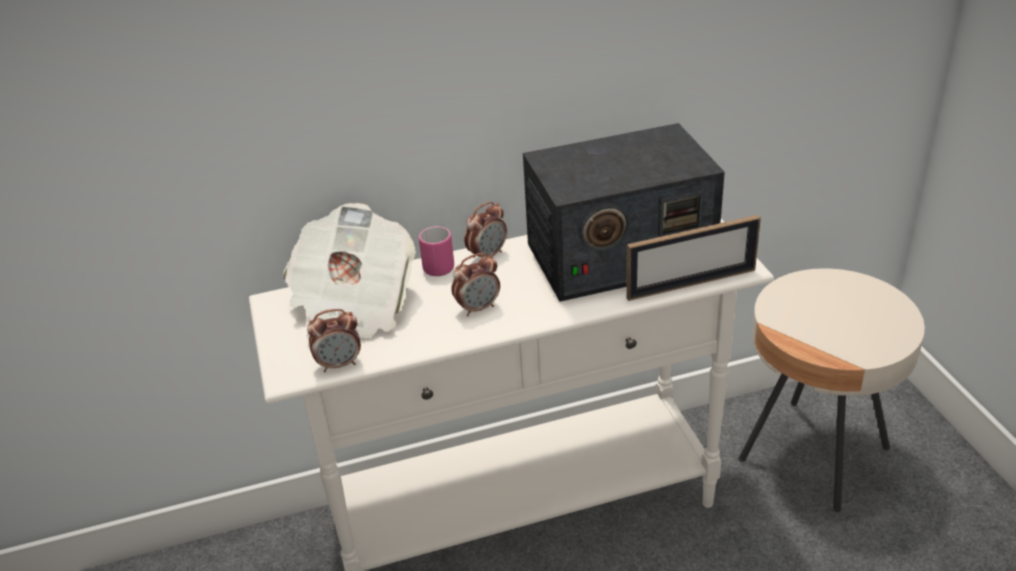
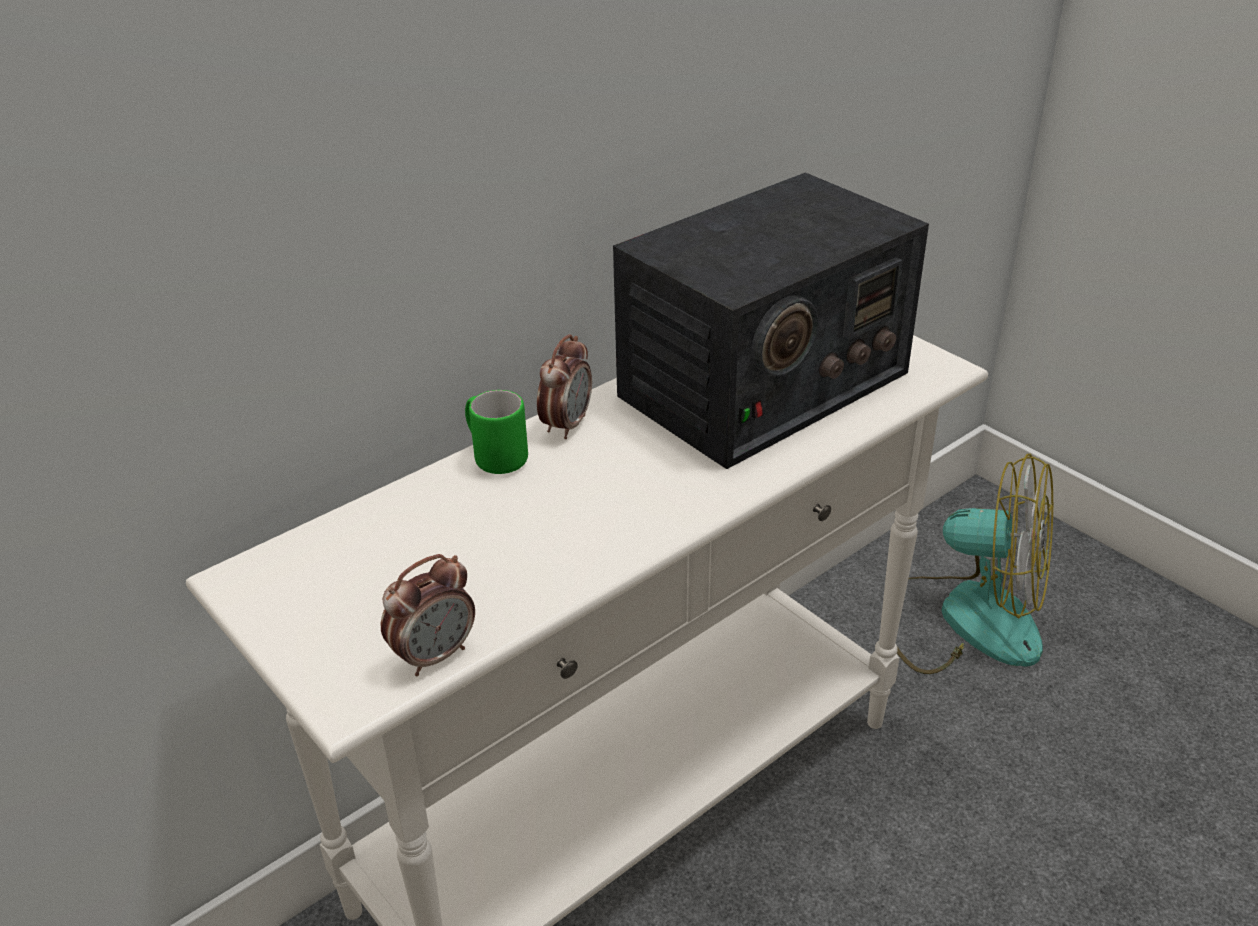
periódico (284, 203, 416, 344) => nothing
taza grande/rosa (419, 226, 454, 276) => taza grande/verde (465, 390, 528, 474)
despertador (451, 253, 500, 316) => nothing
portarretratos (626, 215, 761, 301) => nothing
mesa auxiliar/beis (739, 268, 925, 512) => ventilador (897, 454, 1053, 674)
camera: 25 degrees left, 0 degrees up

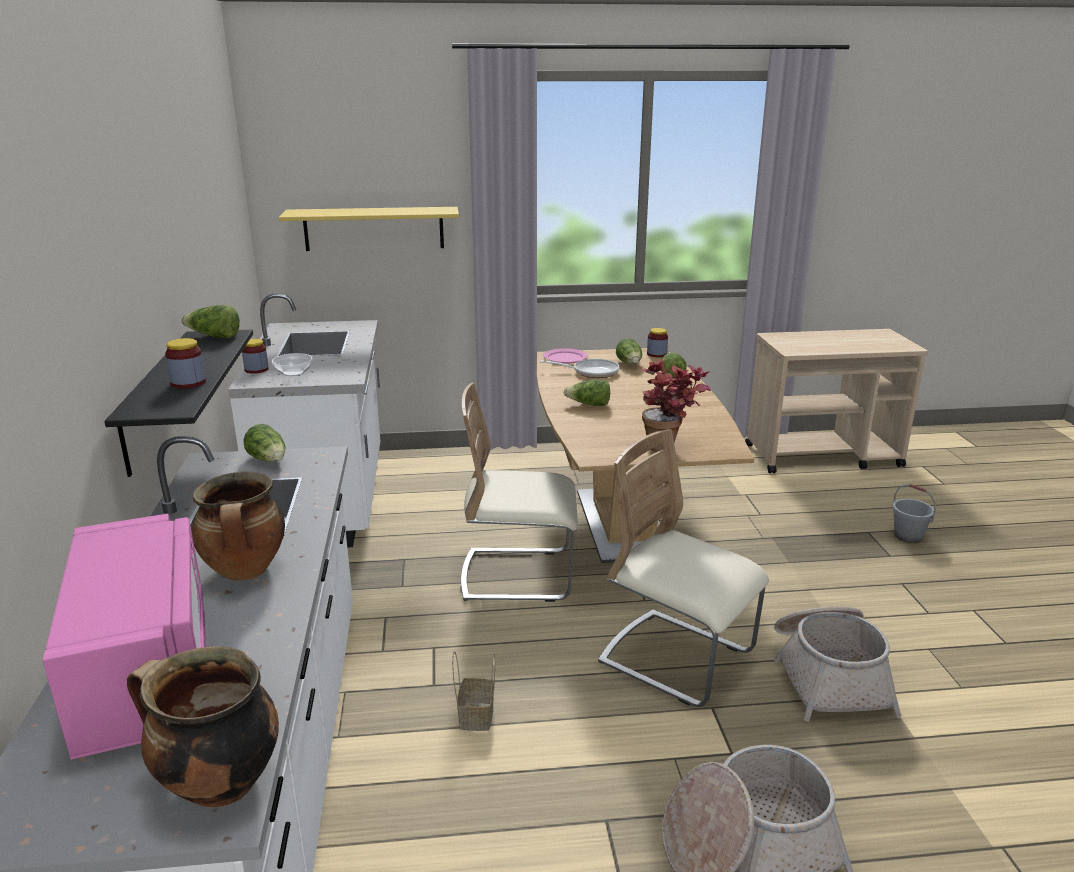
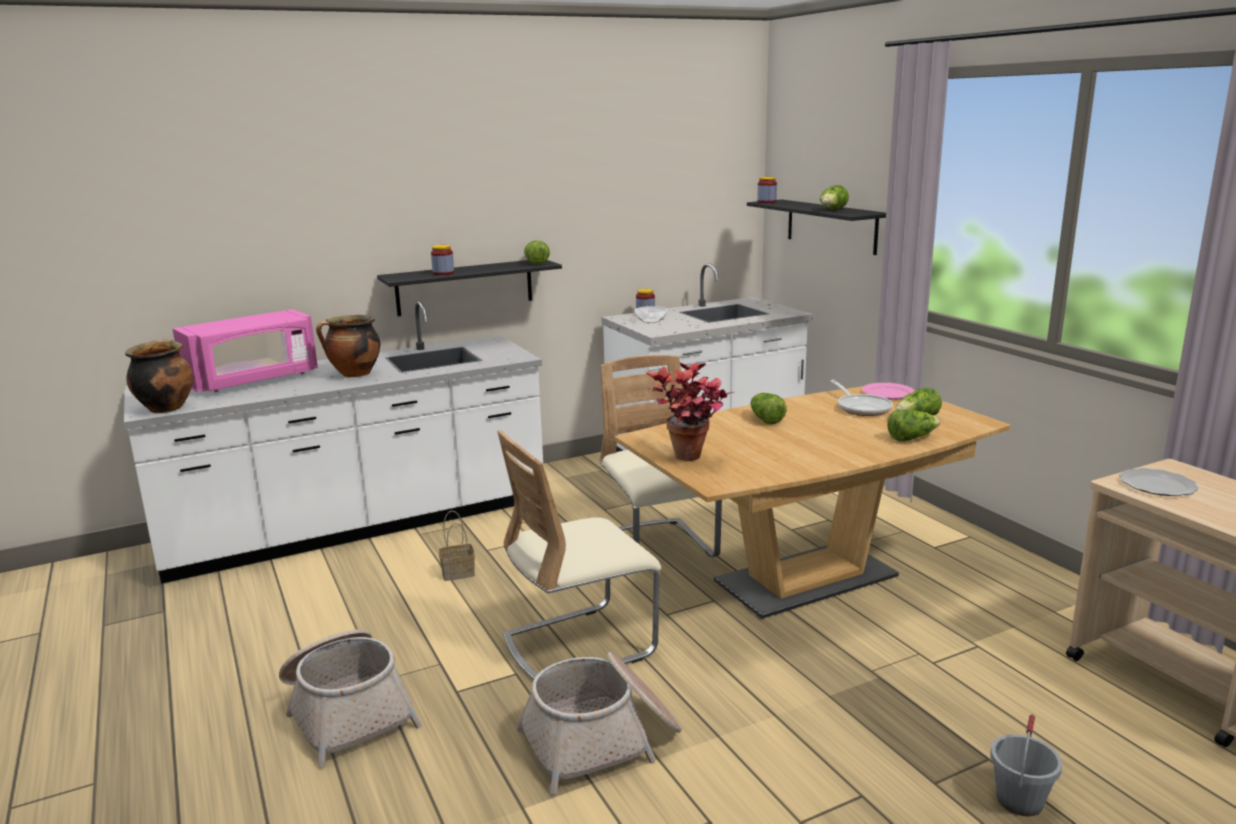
lechuga (243, 424, 286, 462) => lechuga (820, 185, 849, 210), shifted
estante/amarillo (278, 207, 459, 251) => estante/negro (747, 199, 886, 255)
silla/beis (598, 429, 769, 707) => silla/beis (497, 430, 661, 680), 135 degrees counterclockwise
tarro (647, 328, 668, 358) => tarro (757, 177, 777, 203), shifted
nothing => plato (1119, 468, 1199, 496)
camera: 70 degrees right, 5 degrees down

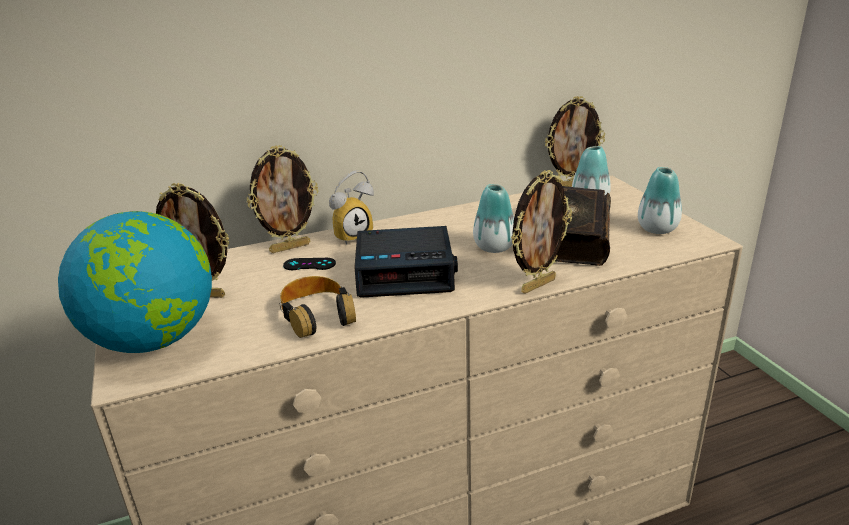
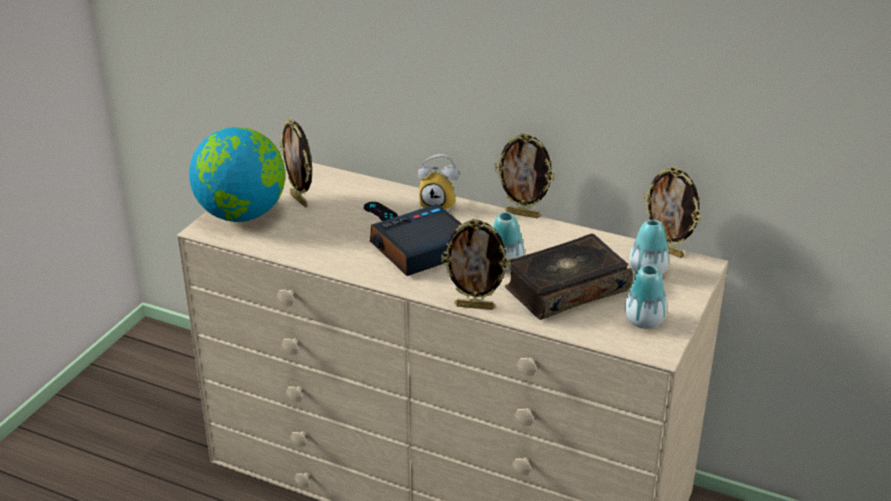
portarretratos (247, 145, 318, 253) => portarretratos (495, 133, 555, 218), shifted
auriculares (279, 276, 356, 338) => nothing
despertador (355, 226, 458, 298) => despertador (370, 204, 462, 276), 105 degrees clockwise
camera: 45 degrees right, 5 degrees up

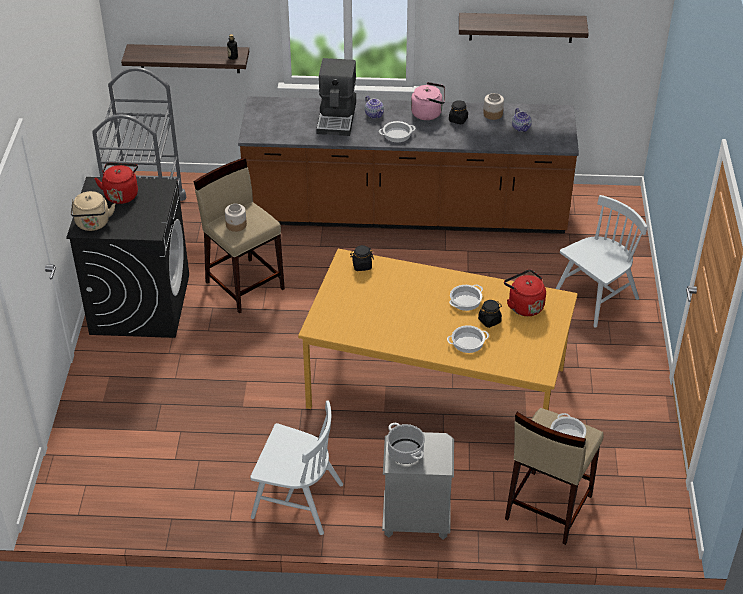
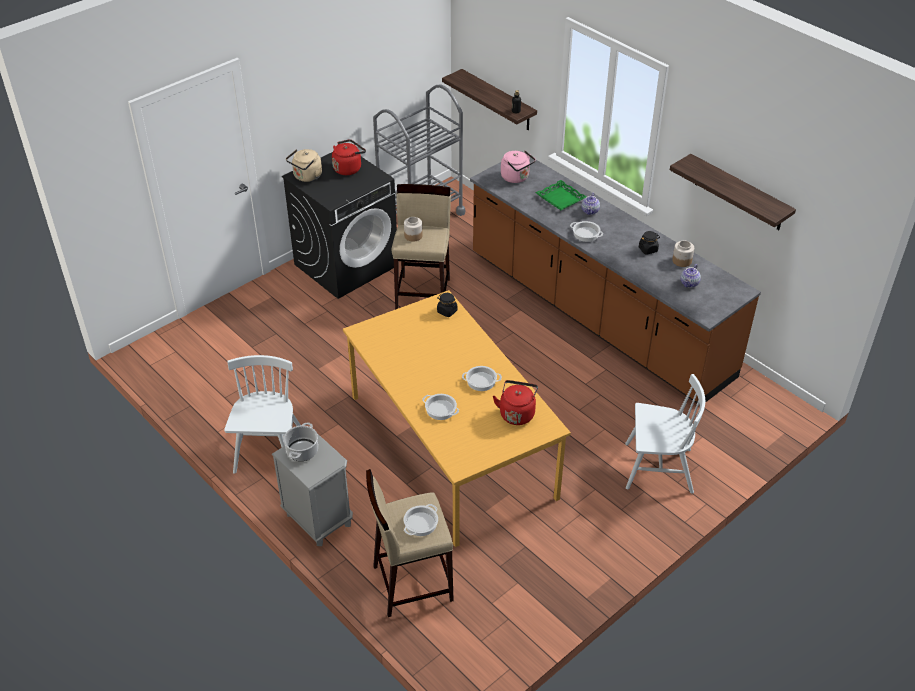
silla/blanco (250, 401, 343, 535) => silla/blanco (224, 355, 301, 474), 150 degrees counterclockwise
cafetera (316, 58, 356, 136) => bandeja/verde (535, 180, 587, 210)
hervidor/rosa (411, 82, 445, 120) => hervidor/rosa (501, 151, 536, 183), shifted
tarro/negro (478, 300, 502, 328) => nothing
camera: 45 degrees right, 0 degrees up

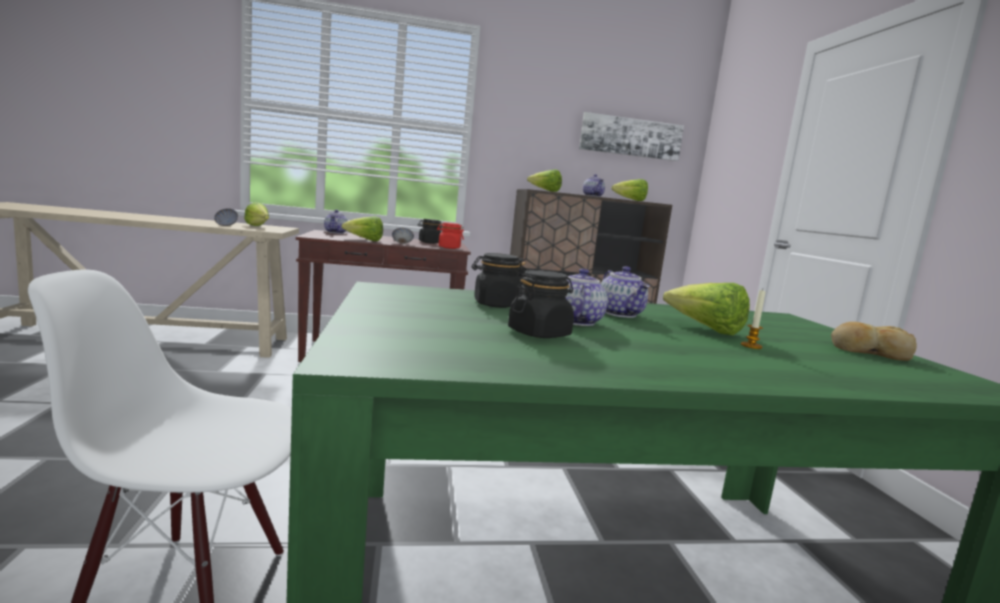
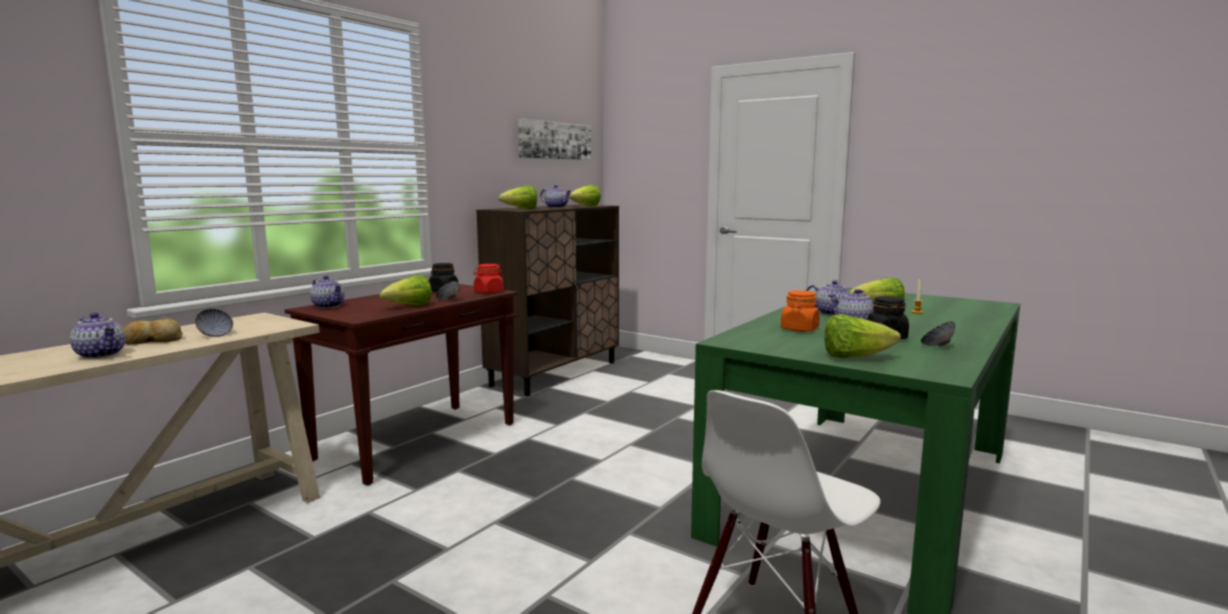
lechuga (244, 202, 269, 226) => lechuga (824, 314, 901, 359), shifted
tarro/negro (471, 253, 526, 308) => tarro/naranja (781, 290, 820, 332)
pan (831, 322, 917, 361) => pan (123, 318, 183, 345), shifted
nothing => tetera (70, 313, 126, 359)
nothing => cuenco (921, 321, 955, 346)
camera: 45 degrees left, 0 degrees up

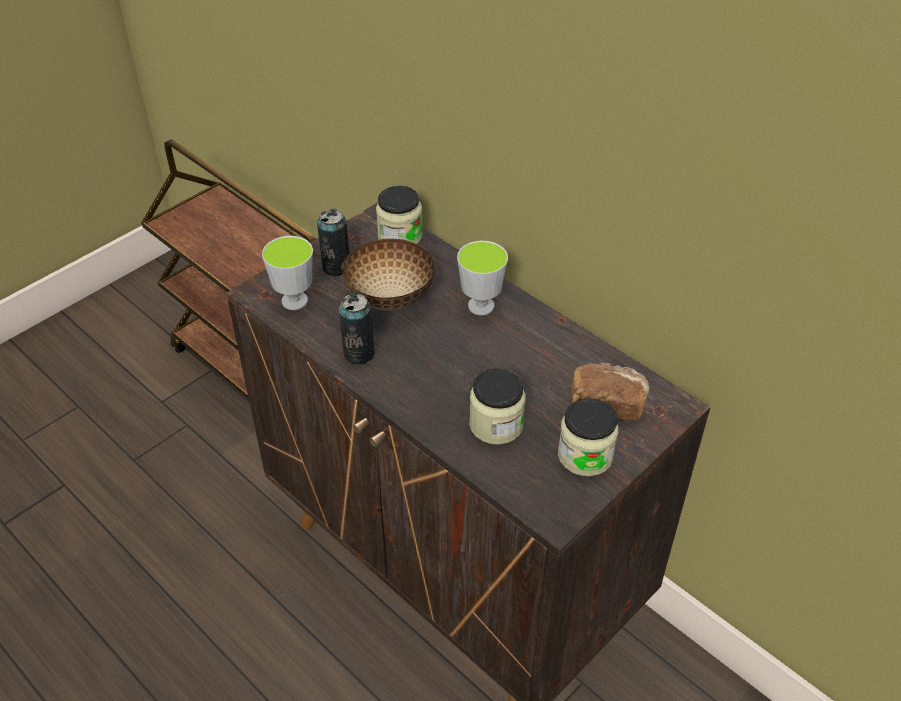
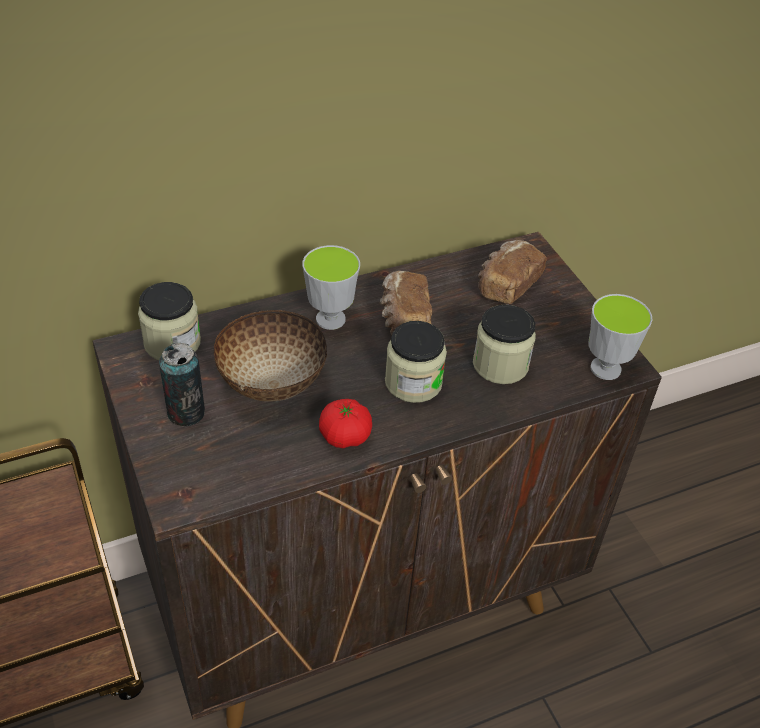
taza (262, 236, 313, 310) => taza (589, 294, 652, 380), shifted
lata (339, 293, 375, 365) => tomate (319, 399, 372, 448)
tarro (558, 398, 618, 476) => tarro (385, 321, 447, 403), shifted
nothing => pan (380, 271, 432, 336)
camera: 70 degrees left, 0 degrees up

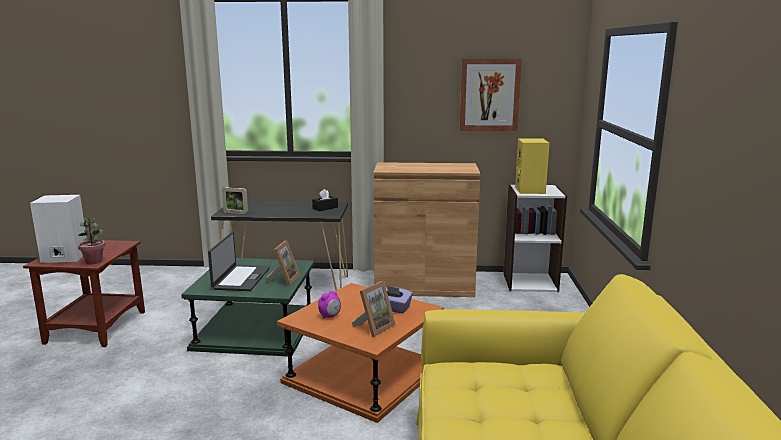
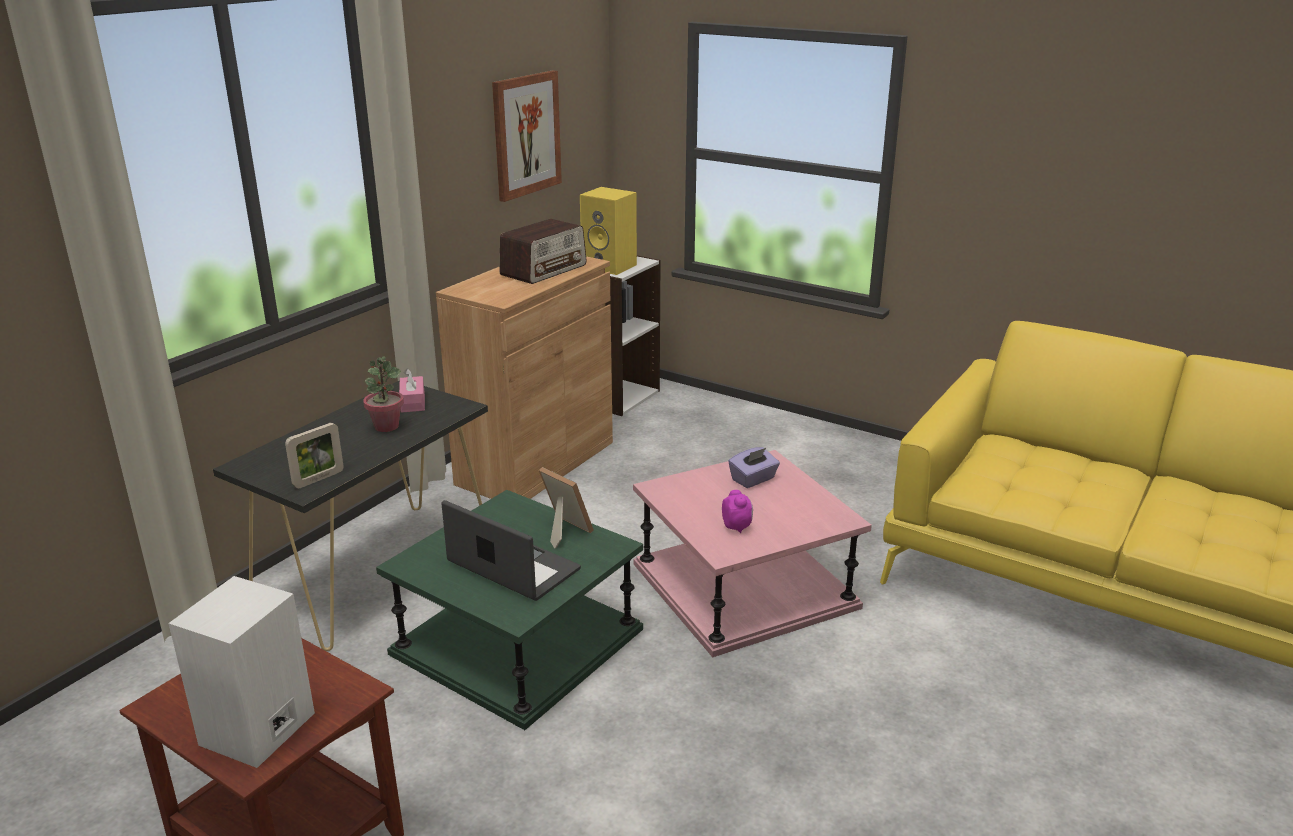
planta en maceta (78, 218, 105, 265) => planta en maceta (363, 357, 404, 432), shifted
mesa auxiliar/naranja (277, 283, 444, 423) => mesa auxiliar/rosa (633, 450, 872, 657)
caja de pañuelos/negro (312, 189, 338, 211) => caja de pañuelos/rosa (399, 369, 425, 412)
portarretratos (352, 281, 396, 337) => nothing
nothing => radio (499, 219, 587, 284)
camera: 60 degrees left, 10 degrees up

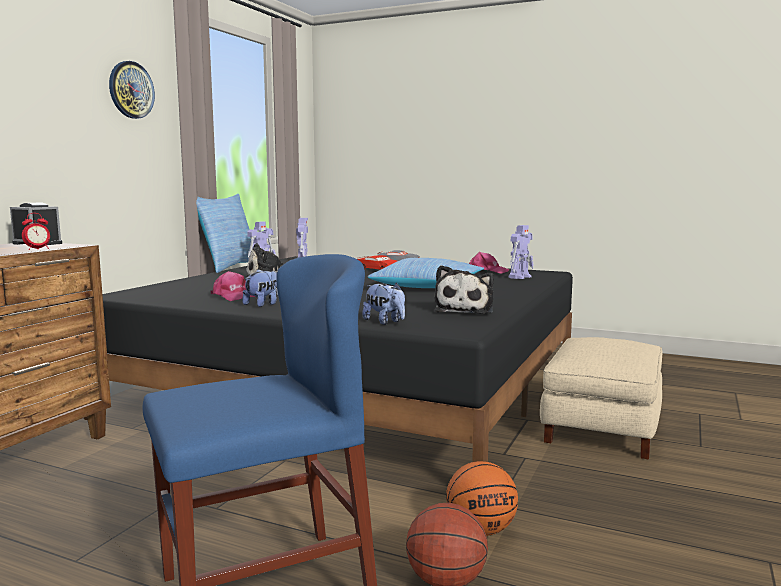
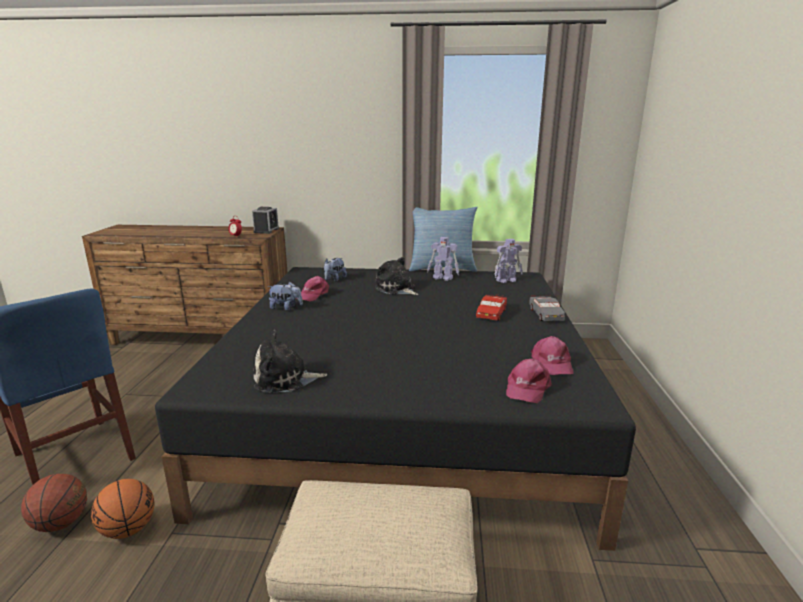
reloj de pared (109, 61, 155, 119) => nothing
peluche (362, 283, 405, 325) => peluche (324, 258, 347, 282), shifted
cojín (368, 258, 484, 288) => nothing
robot de juguete (508, 225, 534, 279) => gorra/rosa (506, 358, 552, 403)
camera: 70 degrees right, 10 degrees up

